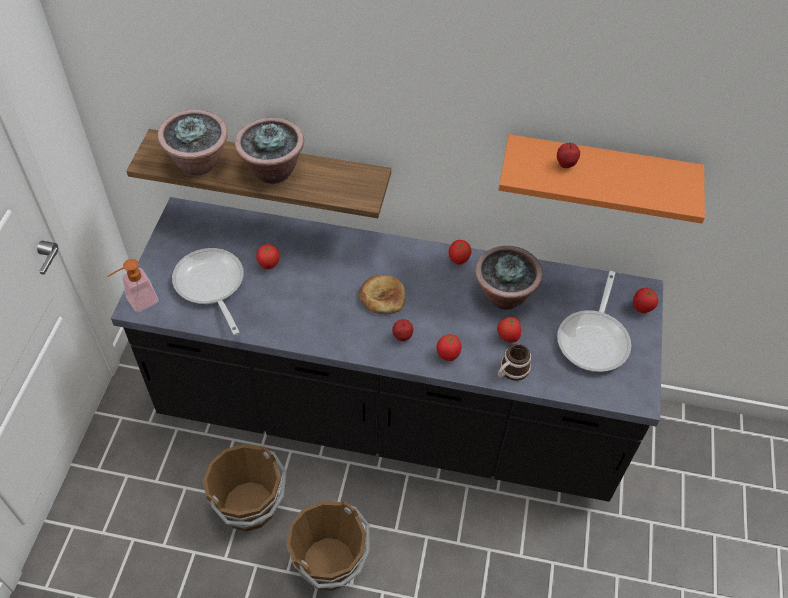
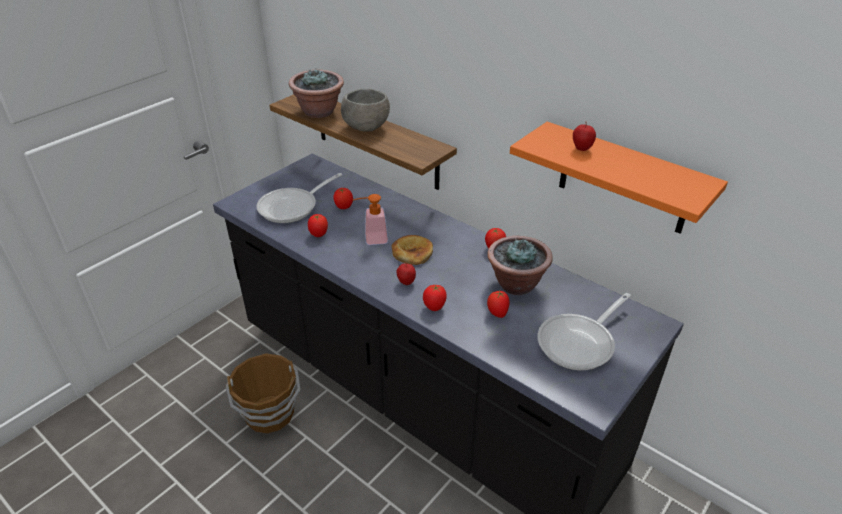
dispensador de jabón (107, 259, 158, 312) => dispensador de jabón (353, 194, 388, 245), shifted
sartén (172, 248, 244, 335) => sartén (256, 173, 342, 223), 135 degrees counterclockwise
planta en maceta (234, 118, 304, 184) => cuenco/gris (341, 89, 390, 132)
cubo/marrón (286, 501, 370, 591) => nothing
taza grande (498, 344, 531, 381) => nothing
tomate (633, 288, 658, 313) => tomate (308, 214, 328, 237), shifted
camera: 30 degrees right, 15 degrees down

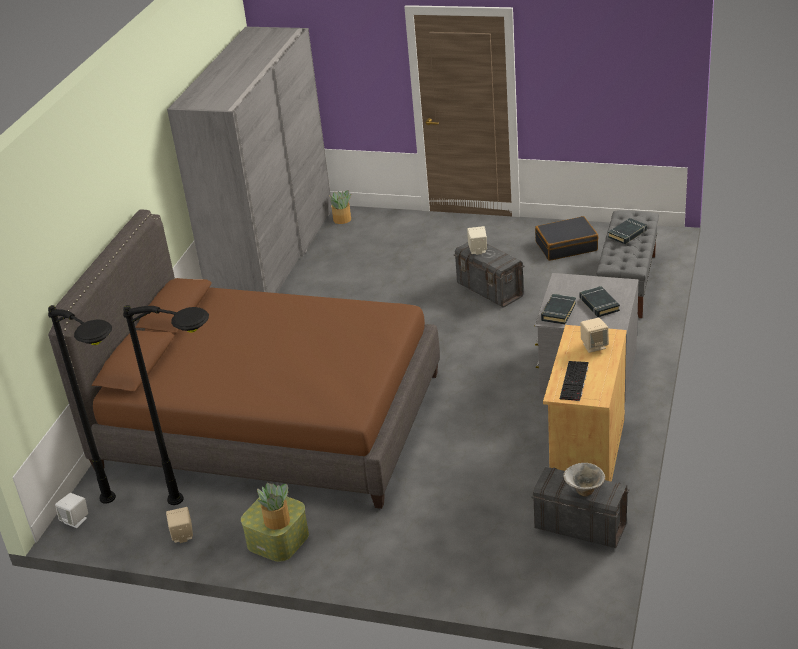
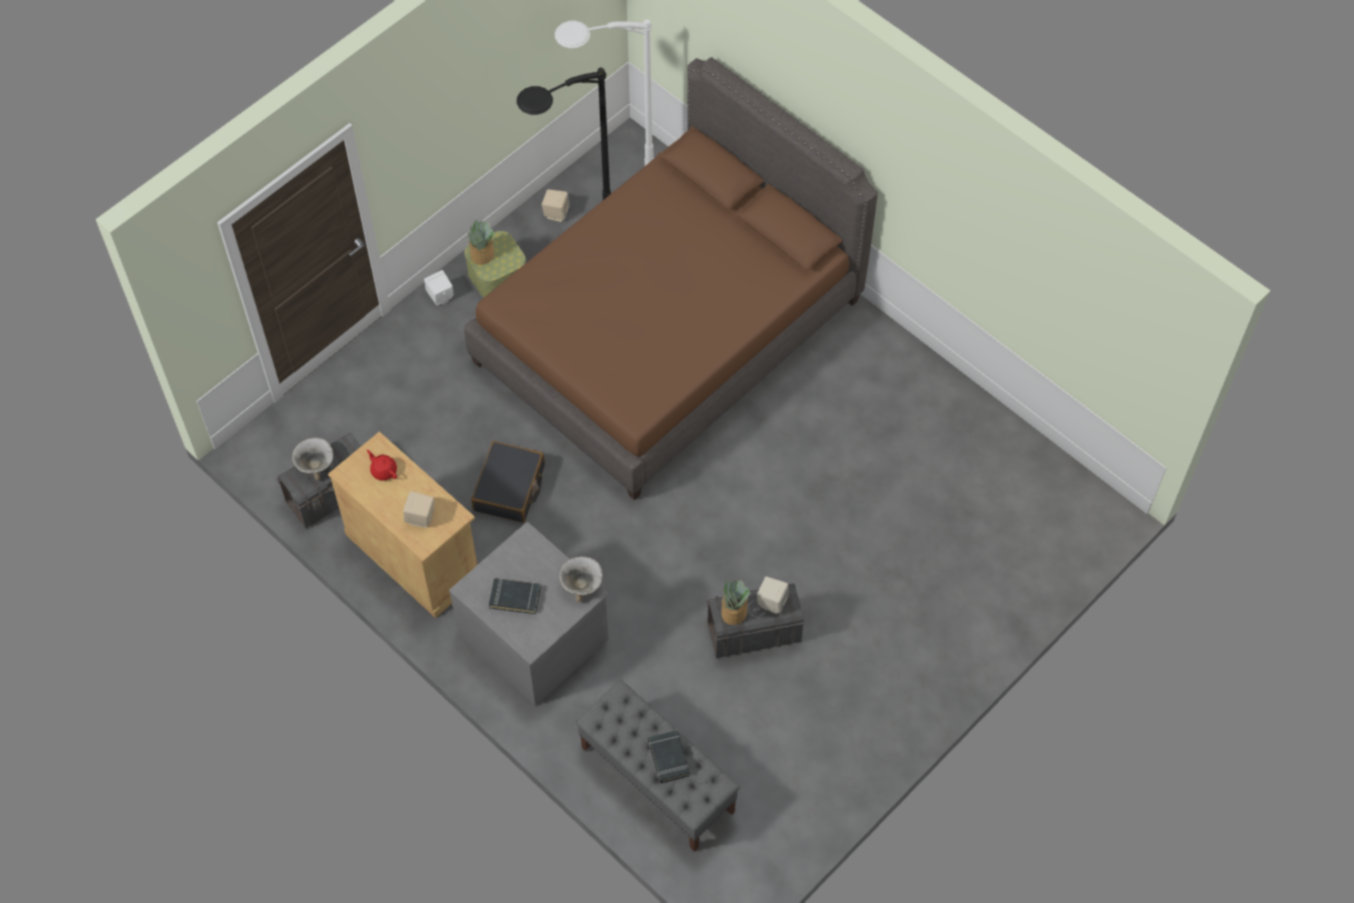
lámpara de pie/negro (48, 305, 116, 504) => lámpara de pie/blanco (555, 19, 654, 166)
altavoz/blanco (55, 493, 88, 528) => altavoz/blanco (424, 270, 454, 305), shifted
armario ropero/gris (167, 27, 332, 293) => nothing
planta en maceta (329, 190, 351, 224) => planta en maceta (722, 579, 750, 625), shifted
maleta/negro (535, 216, 599, 261) => maleta/negro (471, 441, 545, 523), shifted
libro/negro (541, 294, 576, 324) => nothing
teclado (560, 361, 588, 401) => tetera/rojo (367, 449, 397, 481)
nothing => cuenco (559, 556, 603, 602)
camera: 115 degrees right, 25 degrees up

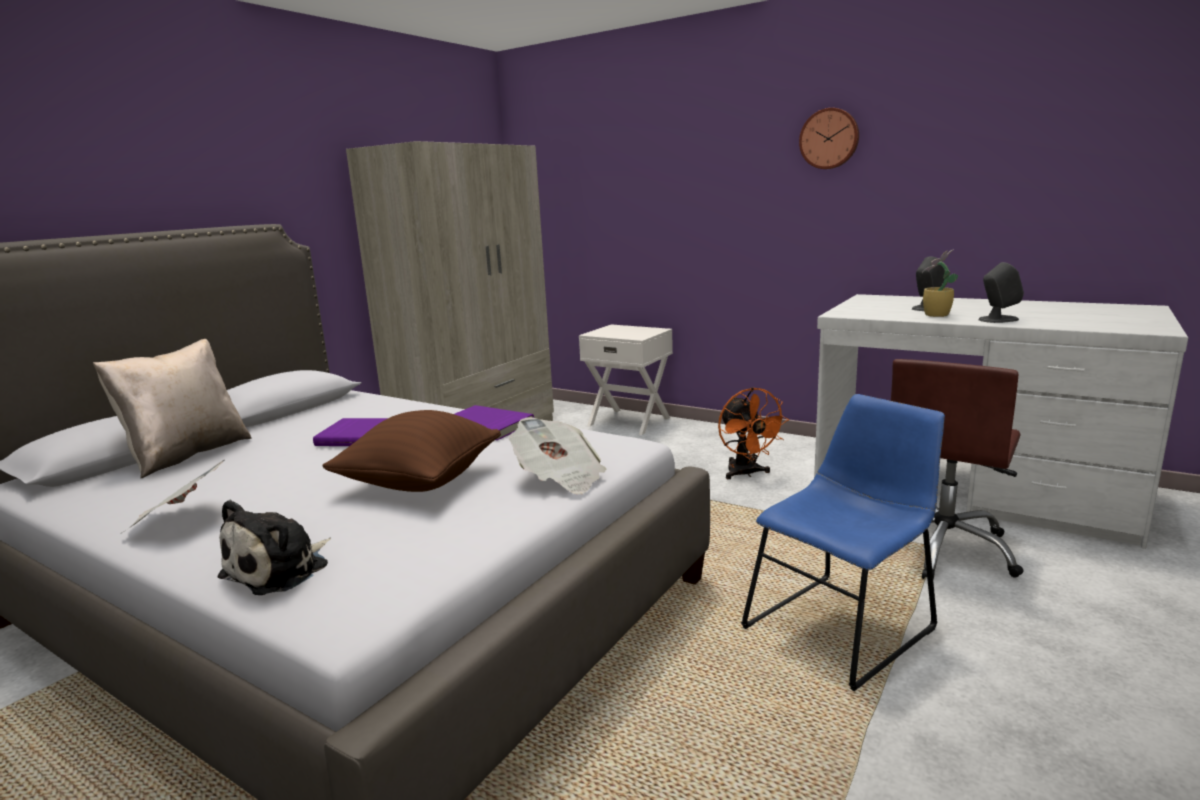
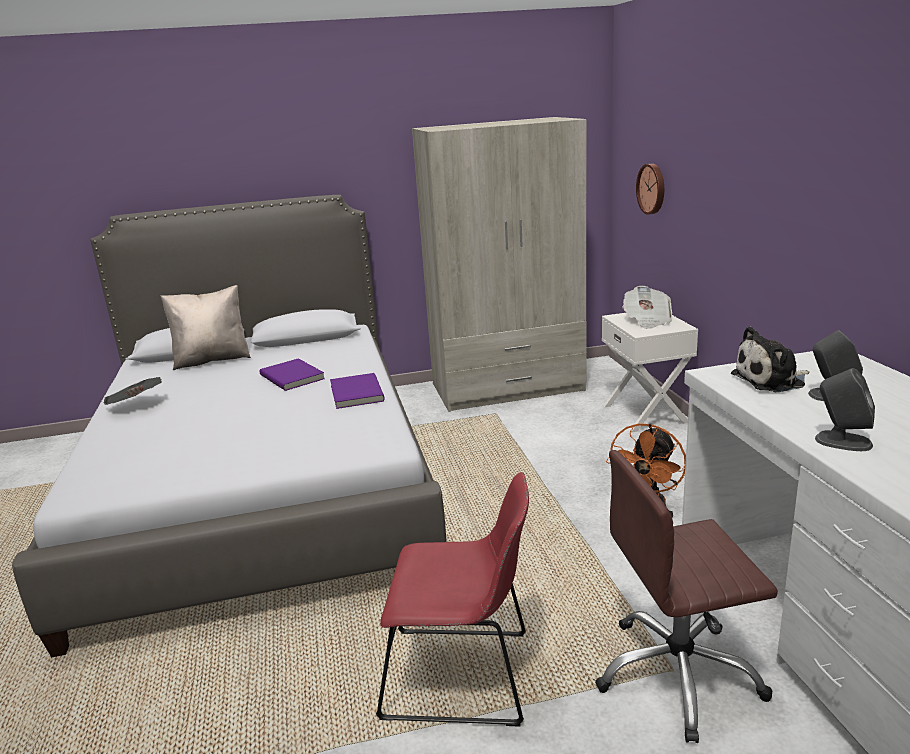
peluche (218, 500, 331, 595) => peluche (731, 326, 810, 392), shifted
cojín/marrón (322, 410, 501, 492) => nothing
periódico (509, 417, 606, 494) => periódico (622, 286, 672, 329), shifted
silla/azul (741, 394, 945, 691) => silla/rojo (376, 472, 529, 727)
reloj de pared (799, 108, 859, 169) => reloj de pared (636, 164, 664, 215), shifted
planta en maceta (922, 249, 958, 317) => nothing
camera: 45 degrees right, 5 degrees up

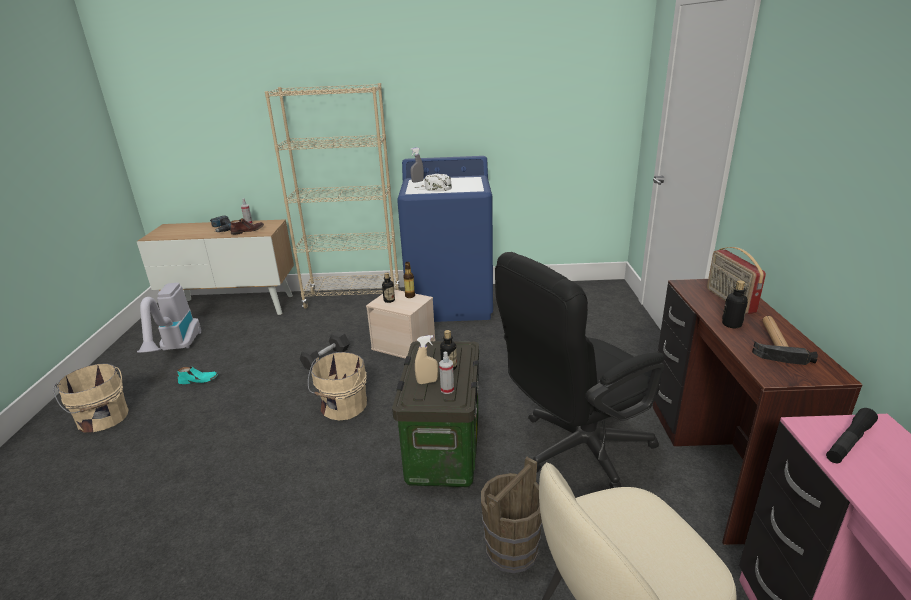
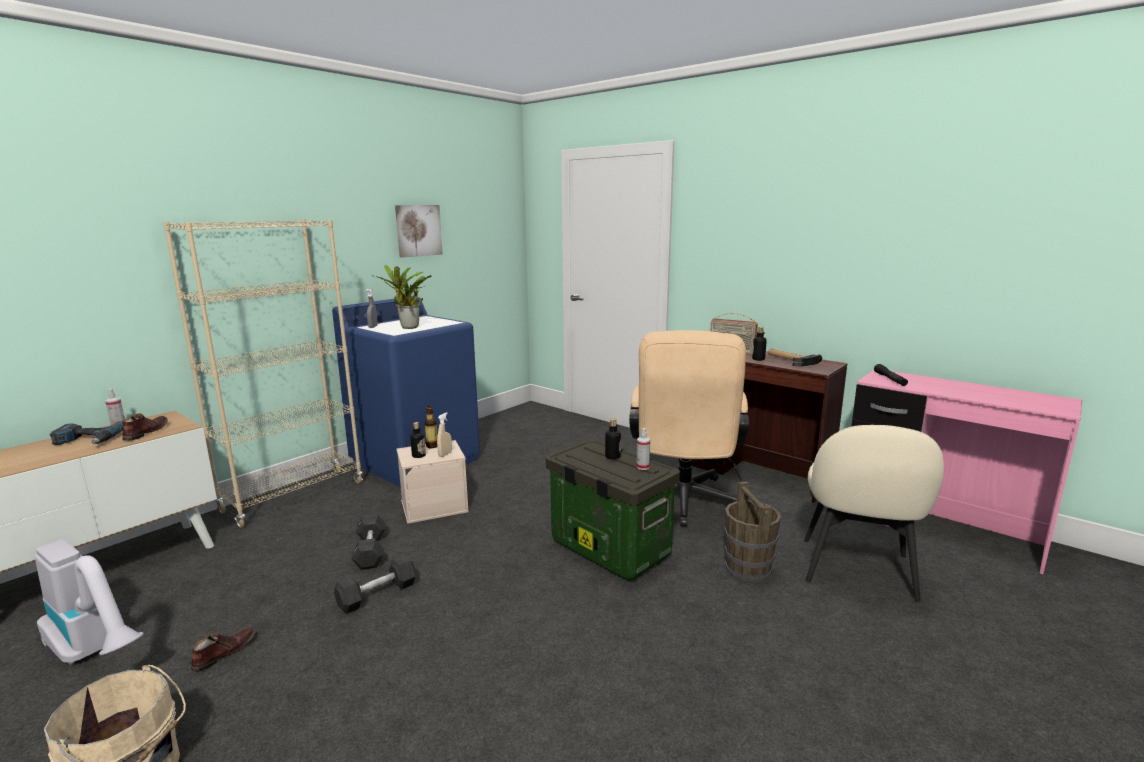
zapato/turquesa (177, 366, 218, 384) => zapato/marrón (191, 627, 256, 672)
cubo/beis (308, 352, 367, 420) => nothing
gorra/blanco (415, 174, 452, 191) => planta en maceta (372, 265, 432, 329)
pulverizador/beis (415, 335, 438, 384) => pulverizador/beis (437, 413, 452, 457), shifted
silla de oficina/negro (495, 252, 664, 489) => silla de oficina/beis (629, 330, 749, 527)
nothing => mancuerna/negro (334, 554, 416, 614)
nothing => cuadro (395, 205, 443, 258)
camera: 50 degrees left, 10 degrees down

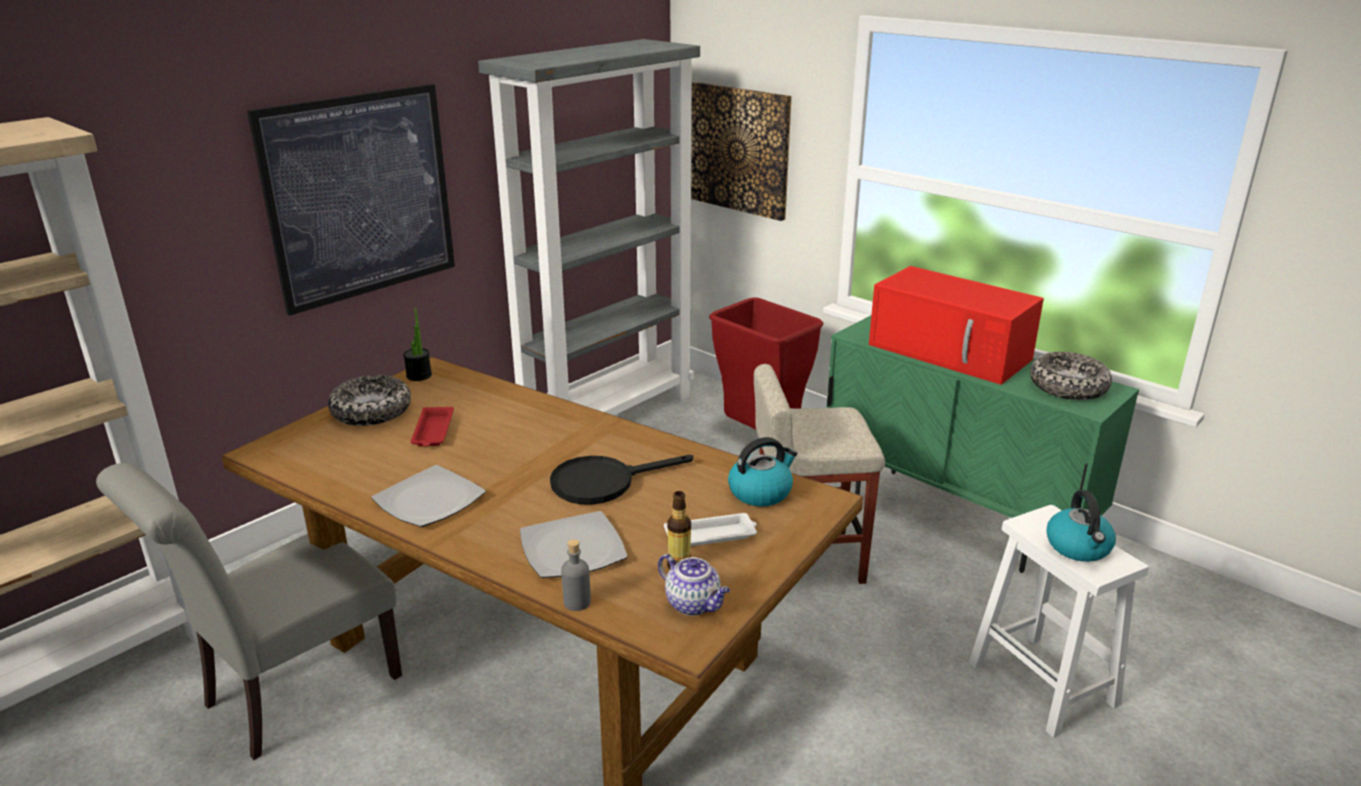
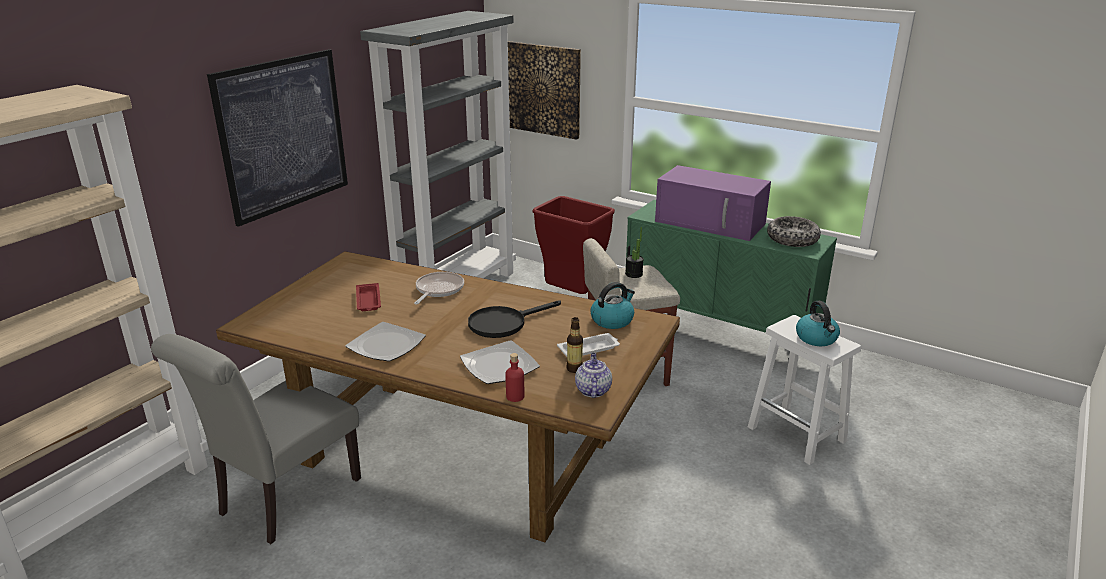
cuenco (328, 375, 411, 426) => nothing
planta en maceta (403, 308, 432, 381) => planta en maceta (625, 227, 644, 278), shifted
botella/gris (561, 539, 591, 611) => botella/rojo (505, 353, 525, 402)
tetera (658, 554, 730, 616) => tetera (575, 353, 612, 398), 120 degrees counterclockwise
microondas/rojo (869, 266, 1044, 385) => microondas/morado (655, 165, 771, 241)
nothing => sartén (414, 272, 464, 304)
camera: 10 degrees left, 0 degrees up

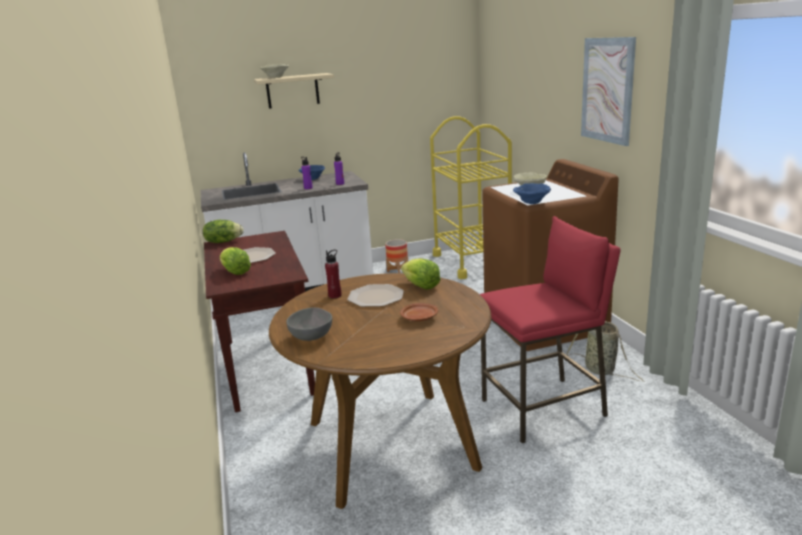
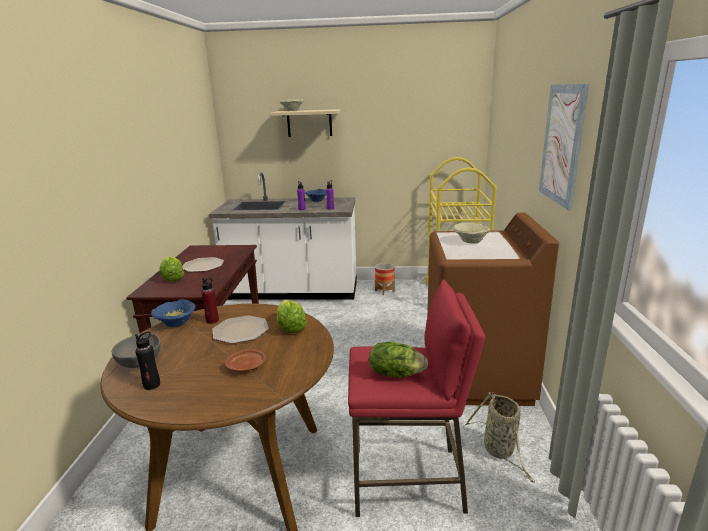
lechuga (203, 220, 244, 243) => lechuga (369, 342, 428, 377), shifted
cuenco/azul (513, 183, 551, 204) => cuenco/azul (151, 299, 196, 327), shifted
nothing => botella/negro (135, 331, 160, 390)
camera: 20 degrees right, 0 degrees up

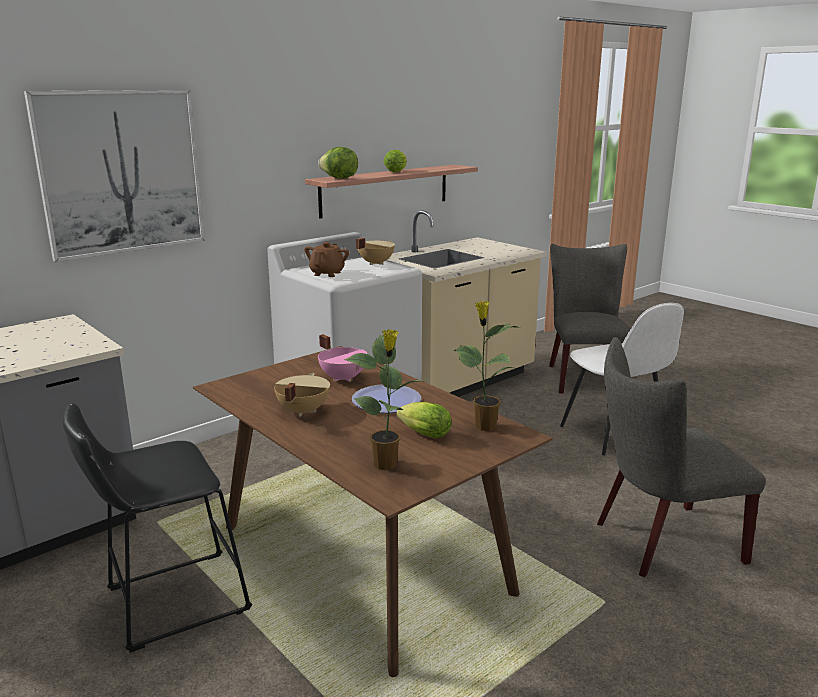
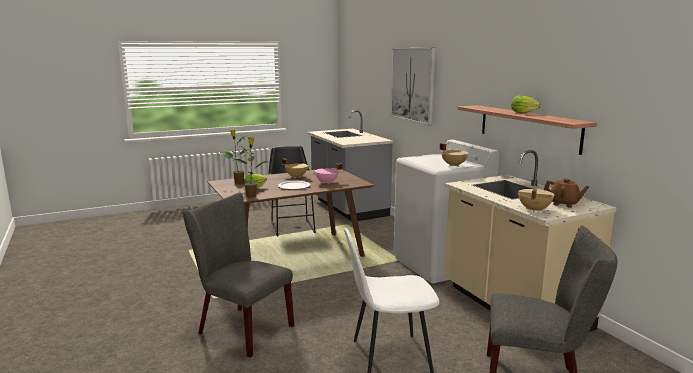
tetera/marrón (304, 242, 349, 277) => tetera/marrón (543, 178, 589, 208), shifted
lechuga (318, 147, 358, 179) => nothing
silla/gris (597, 337, 766, 577) => silla/gris (183, 192, 294, 357), 60 degrees counterclockwise
nothing => olla/beis (518, 188, 555, 212)
camera: 105 degrees right, 5 degrees down

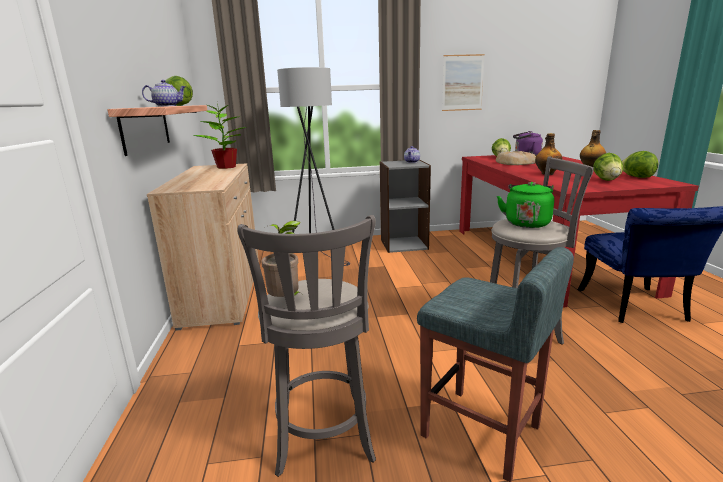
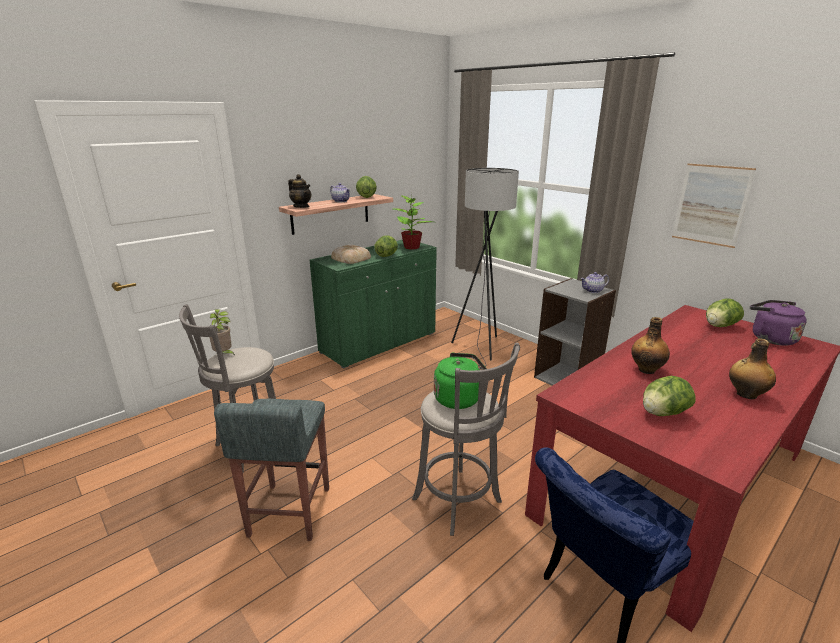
armario/beis (147, 163, 259, 331) => armario/verde (309, 240, 437, 369)
pan (496, 151, 536, 165) => pan (331, 245, 371, 264), shifted
lechuga (622, 151, 658, 178) => lechuga (374, 235, 398, 257), shifted
nothing => tetera (288, 174, 311, 208)
camera: 55 degrees right, 5 degrees up

